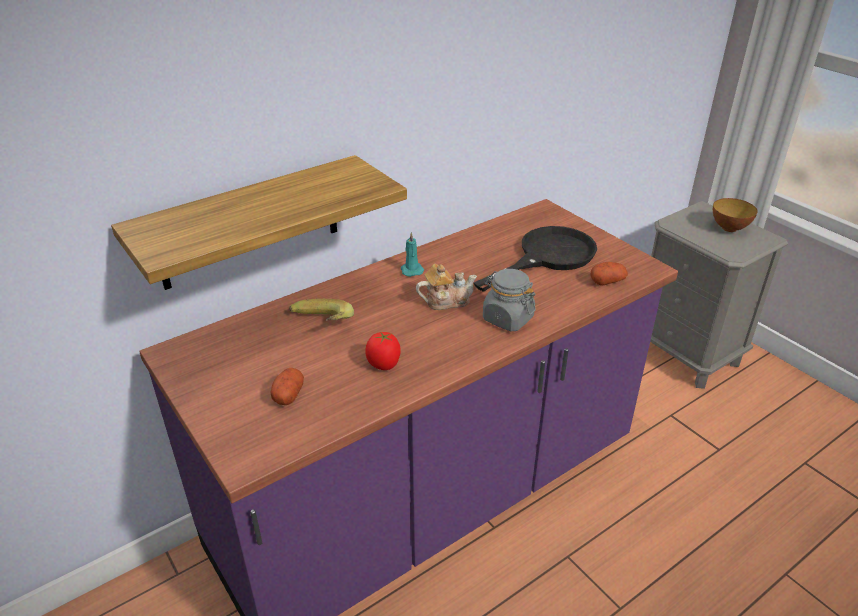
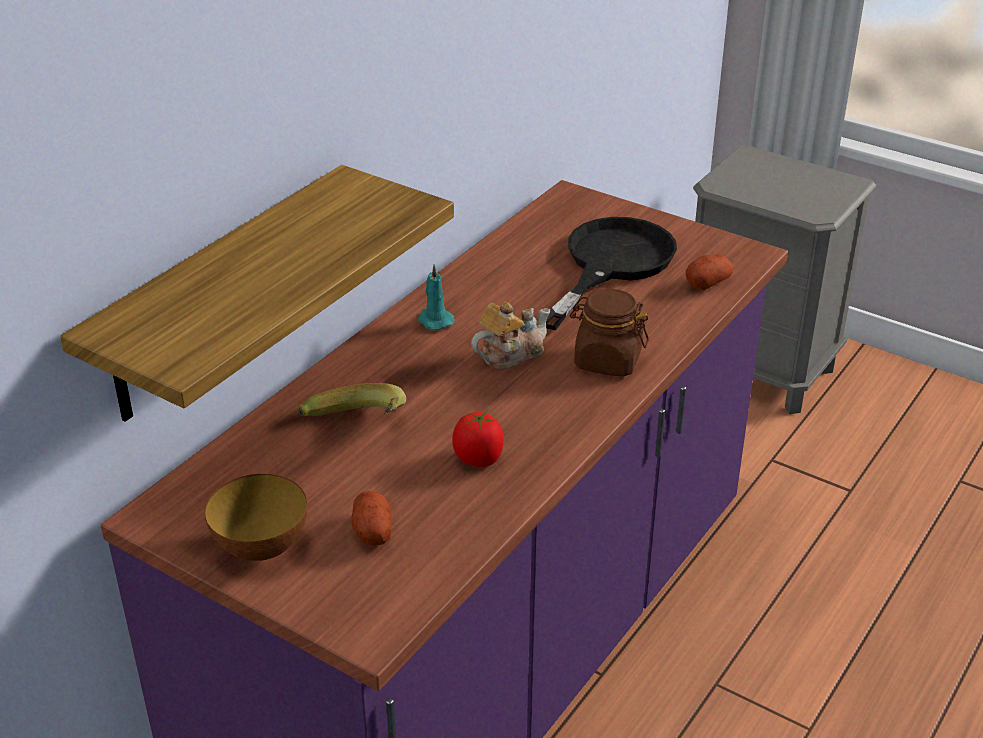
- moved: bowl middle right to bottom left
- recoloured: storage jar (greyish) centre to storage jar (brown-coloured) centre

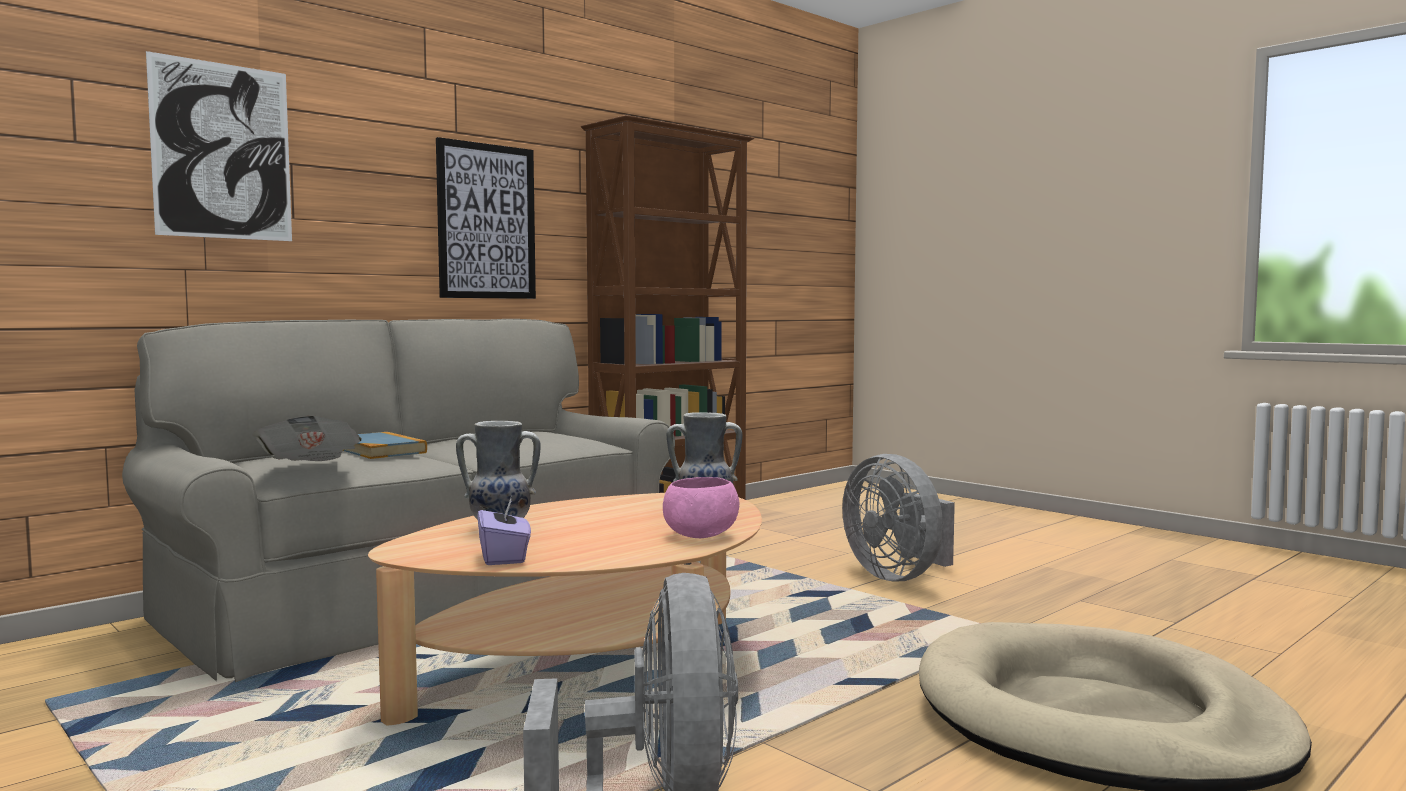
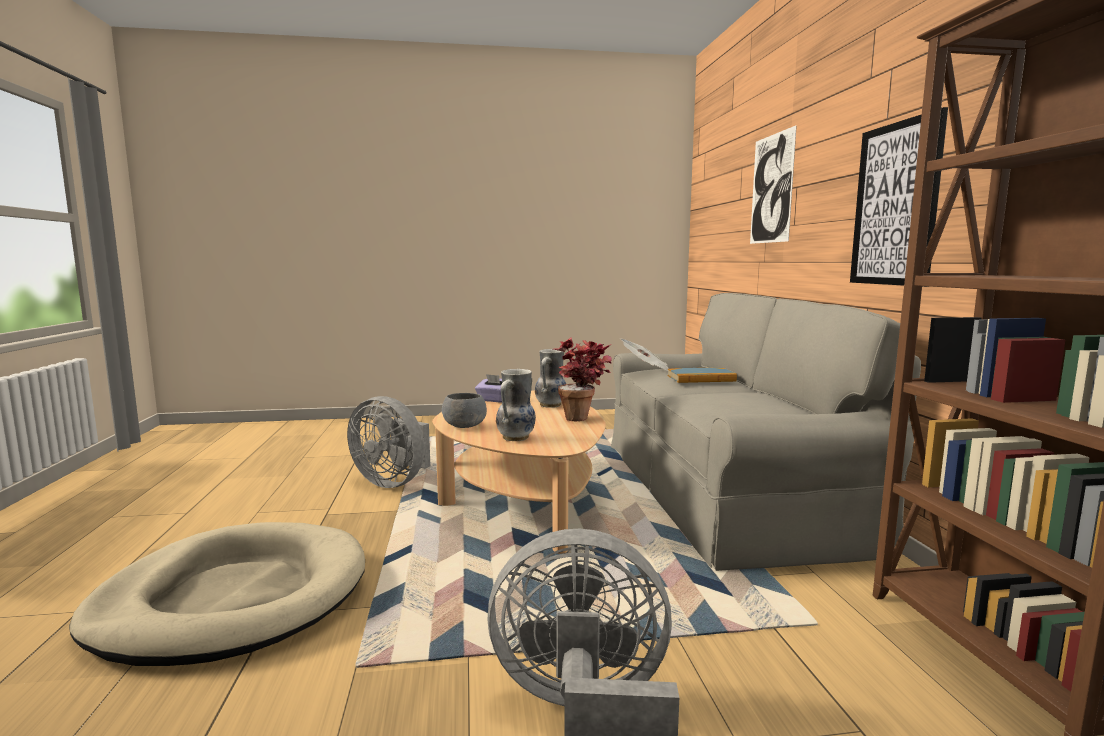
- added: houseplant centre
- recoloured: bowl (pinkish) centre to bowl (greyish) centre

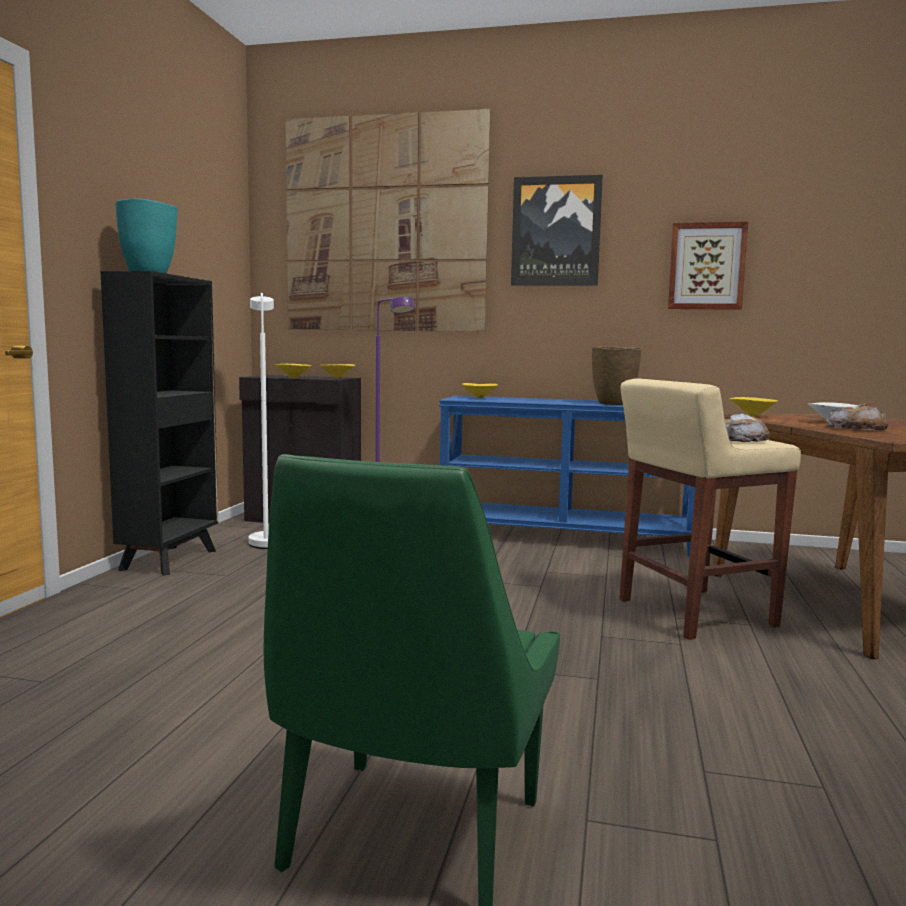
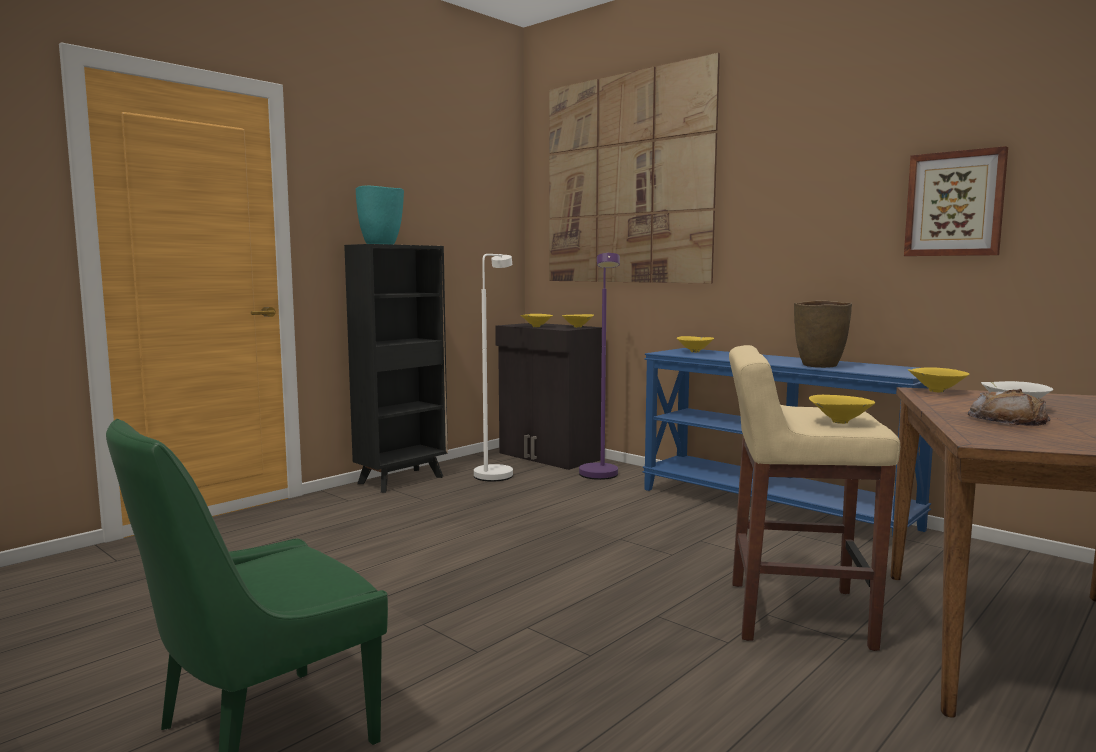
- removed: wall picture (2nd from left) top centre
- replaced: bakery bread (1st from left) middle right to bowl (yellow-coloured) (4th from left) middle right

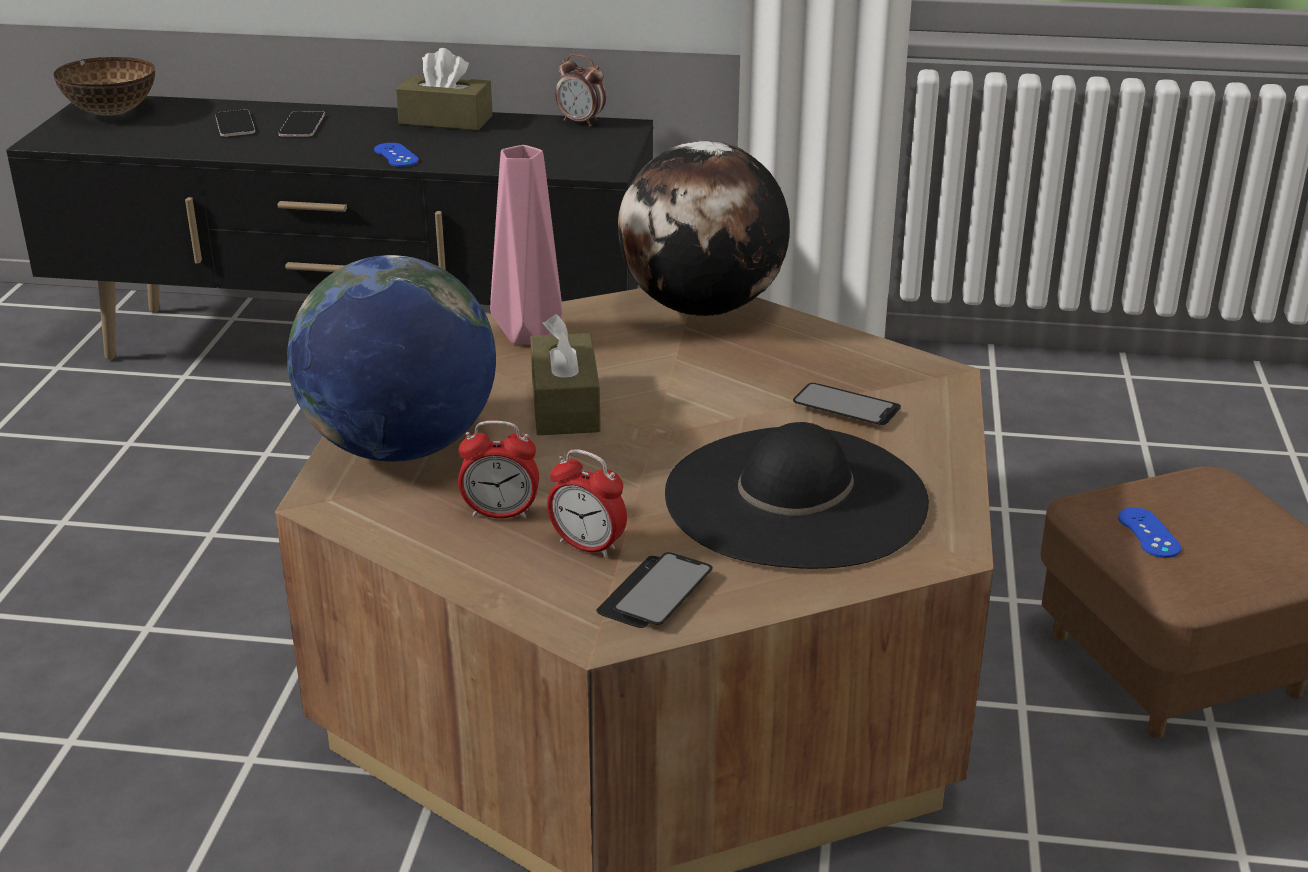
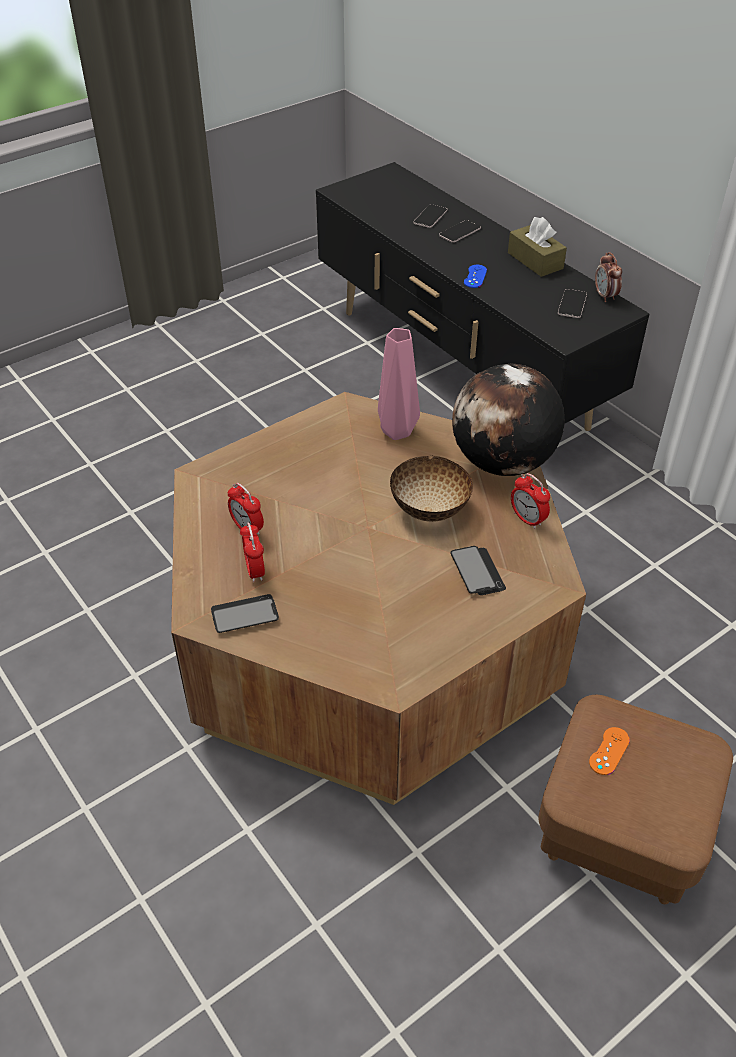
- removed: world globe (1st from left) middle left
- removed: tissue box (brown-coloured) (2nd from left) centre
- removed: clothing hat (black) centre
- added: alarm clock (3rd from left) middle right
- added: telephone (5th from left) top right
- moved: bowl top left to centre
- recoloured: game controller (blue-coloured) (2nd from left) middle right to game controller (orange-coloured) bottom right

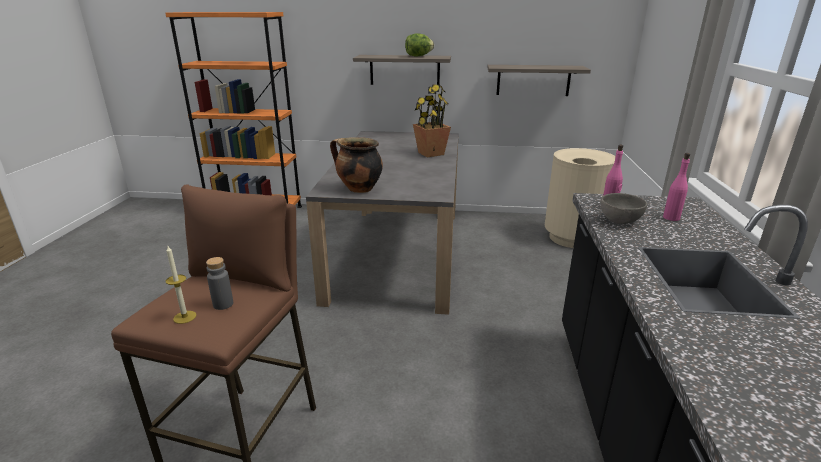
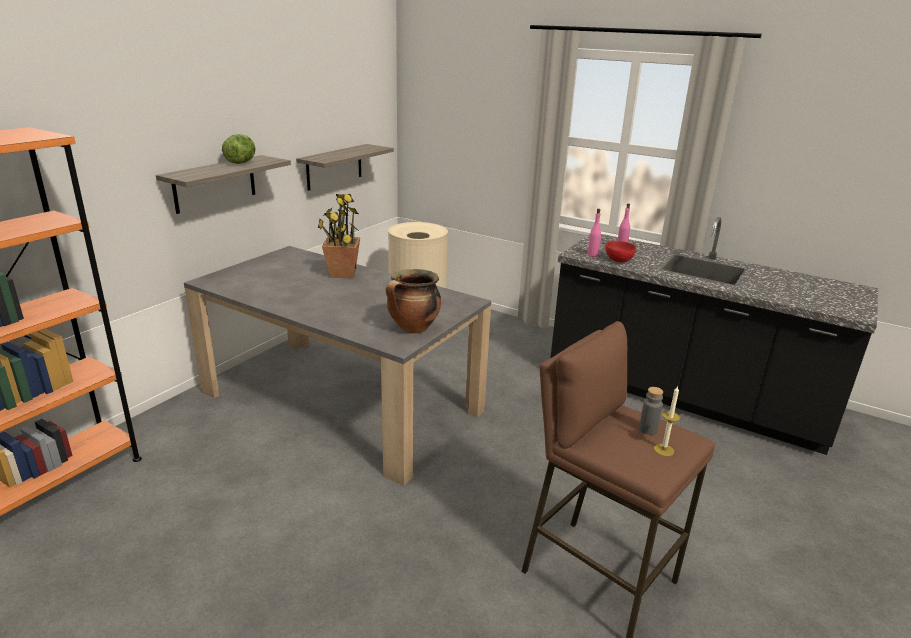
- recoloured: bowl (greyish) middle right to bowl (red-coloured) middle right

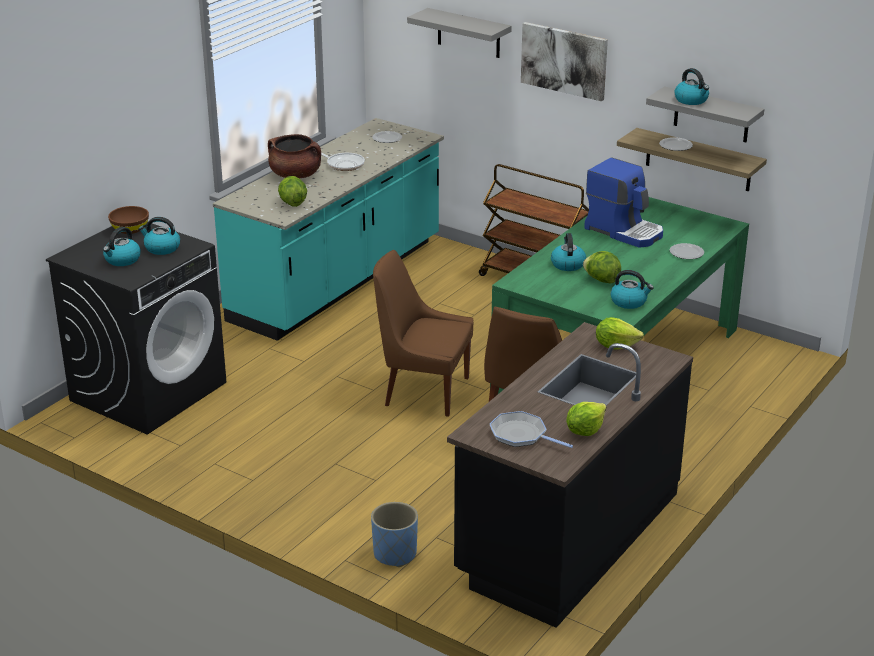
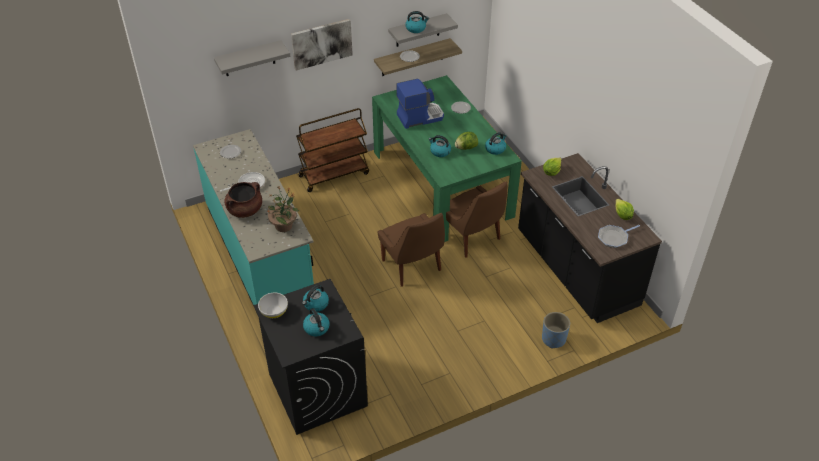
- replaced: lettuce (1st from left) top centre to houseplant centre
- recoloured: bowl (brown-coloured) middle left to bowl (whitish) centre
- turned: plain chair (brown-coloured) (1st from left) centre = centre 75 degrees counterclockwise

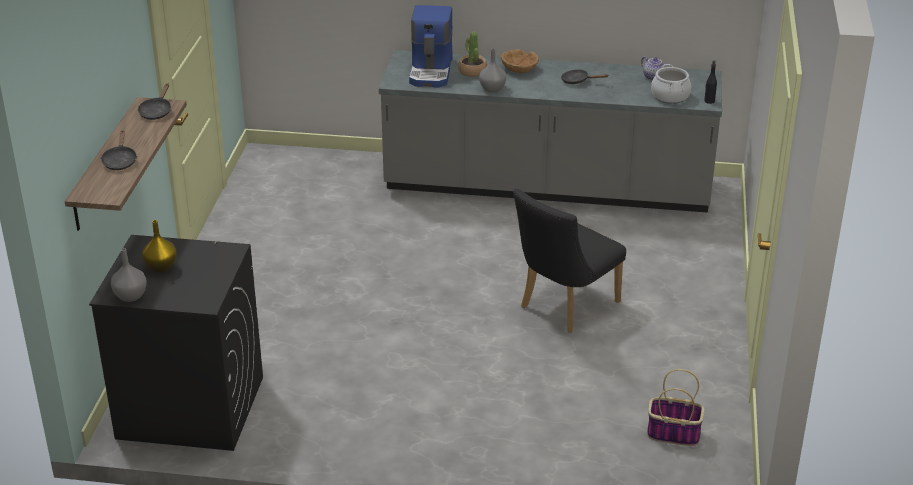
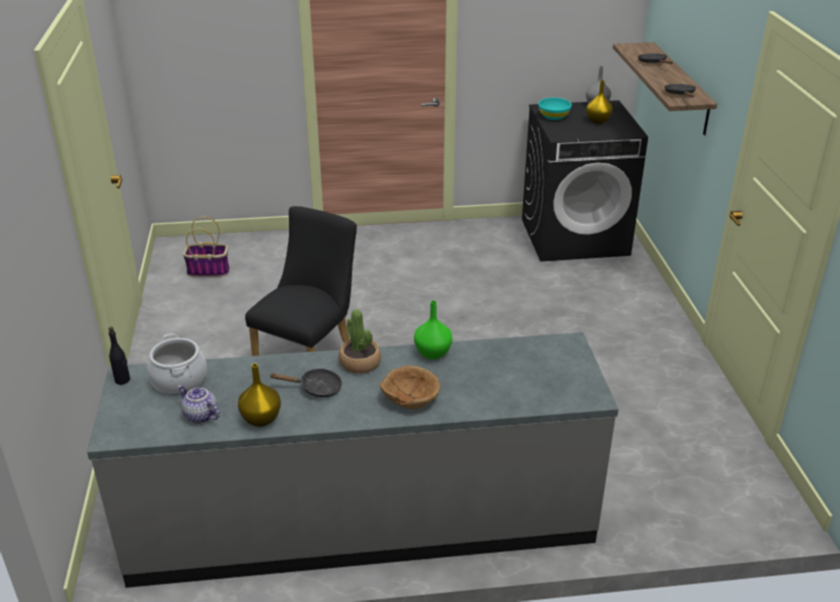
- removed: coffee maker top centre
- added: vase (yellow-coloured) (1st from left) middle left
- added: bowl (turquoise-coloured) top centre
- moved: houseplant top centre to centre
- recoloured: vase (greyish) (2nd from left) top centre to vase (greenish) centre

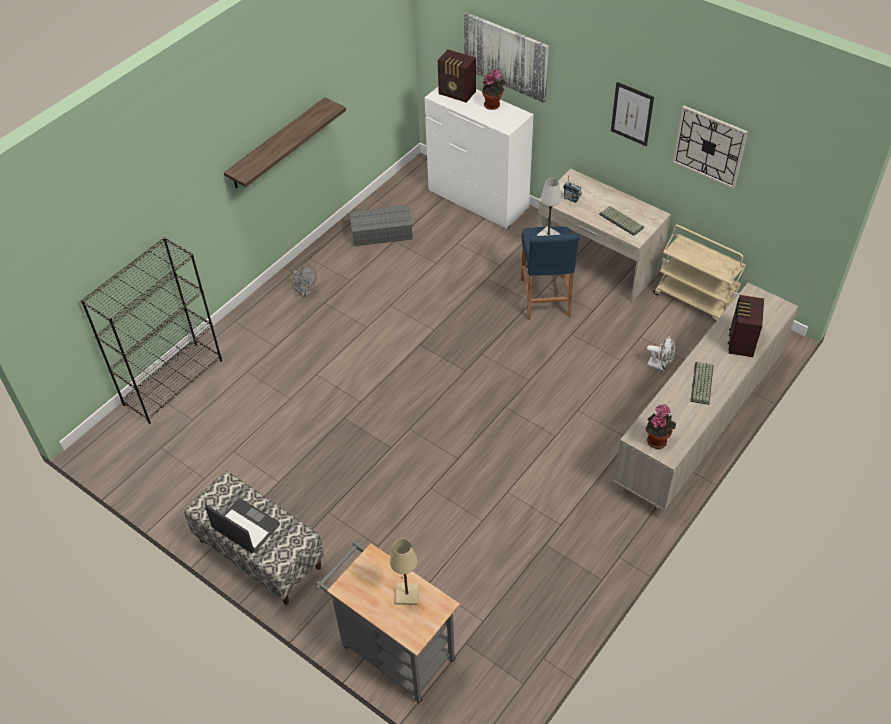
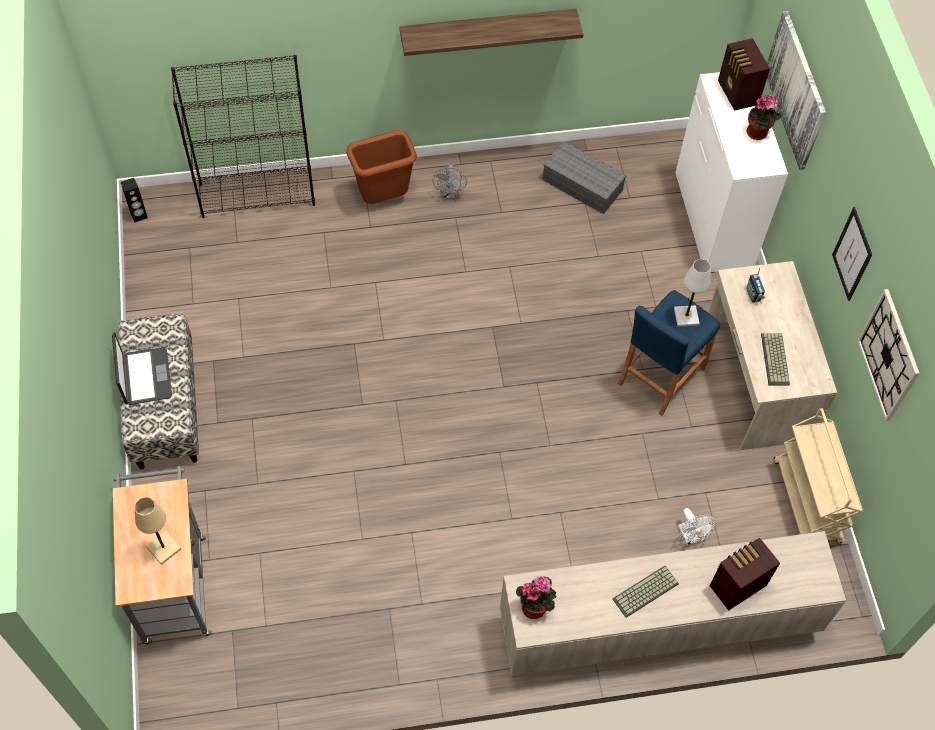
- added: loudspeaker (black) top left
- added: trash can (brown-coloured) top centre

